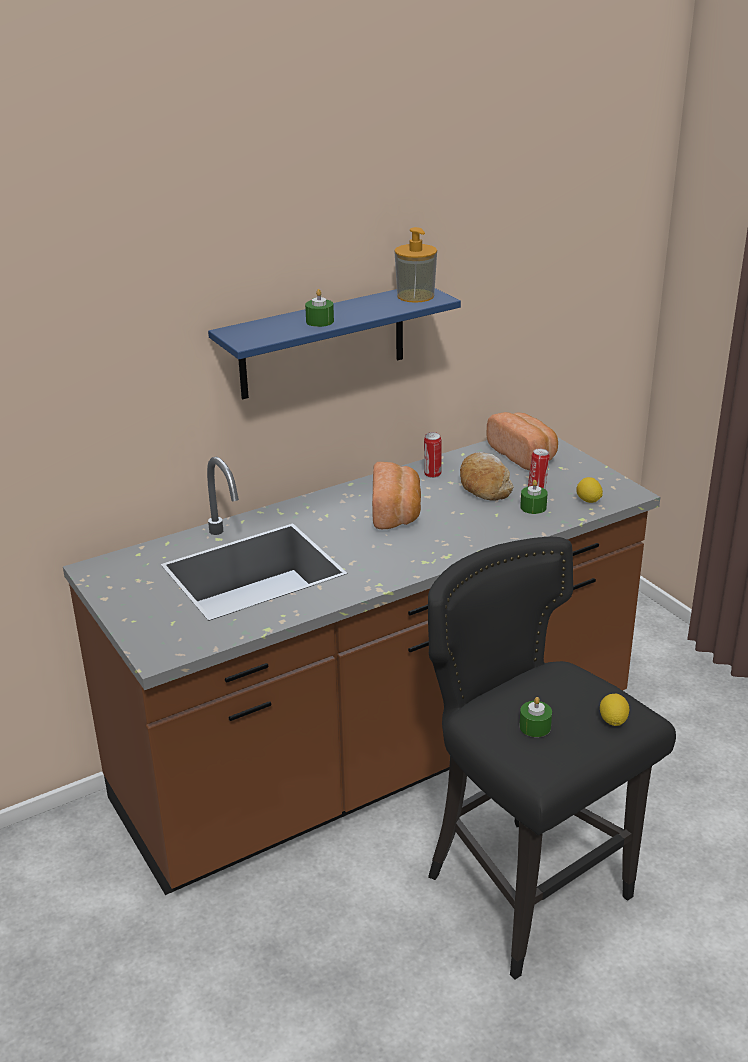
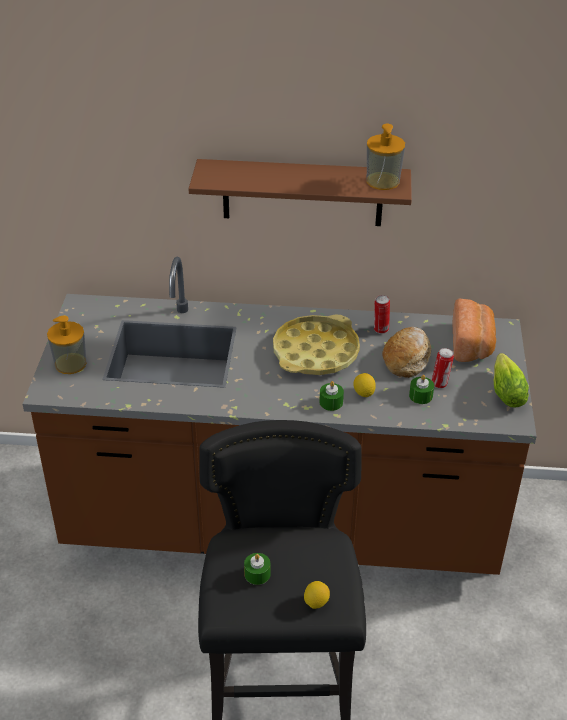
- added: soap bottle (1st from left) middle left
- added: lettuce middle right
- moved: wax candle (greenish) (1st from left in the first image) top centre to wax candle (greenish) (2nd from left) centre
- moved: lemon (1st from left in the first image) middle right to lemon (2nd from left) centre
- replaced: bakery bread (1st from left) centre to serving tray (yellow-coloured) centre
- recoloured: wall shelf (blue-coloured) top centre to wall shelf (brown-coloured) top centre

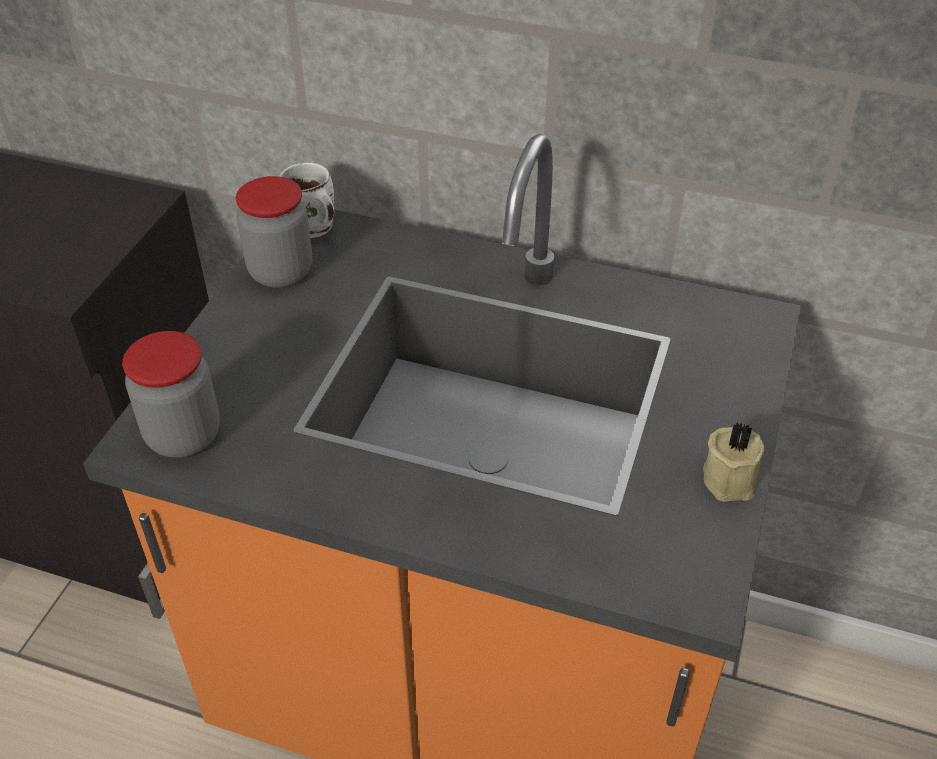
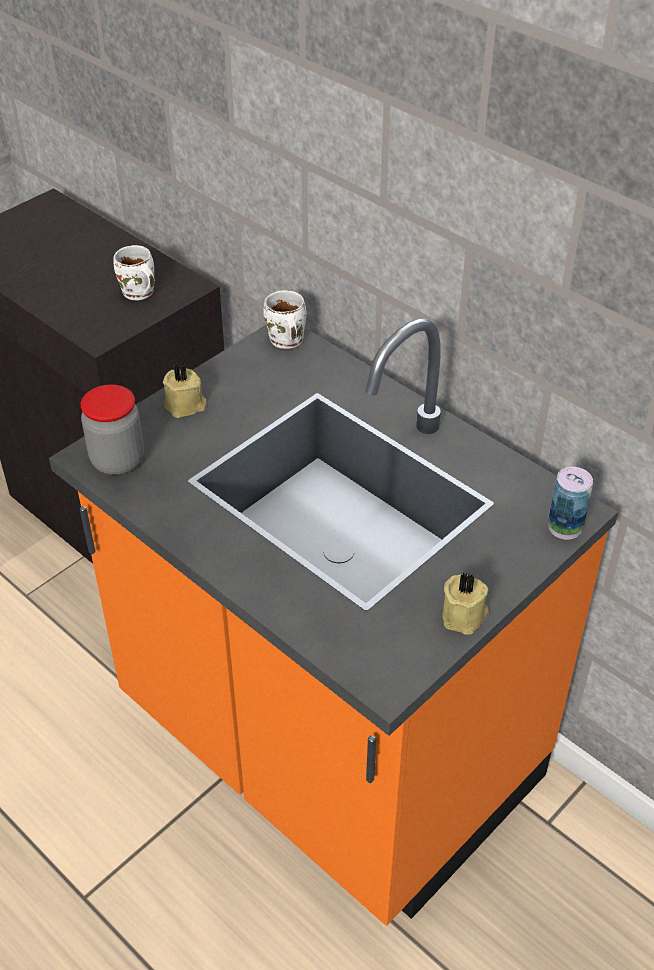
- removed: storage jar (2nd from left) top left
- added: tea mug (whitish) (1st from left) top left
- added: wax candle (beige) (1st from left) middle left
- added: metal can middle right

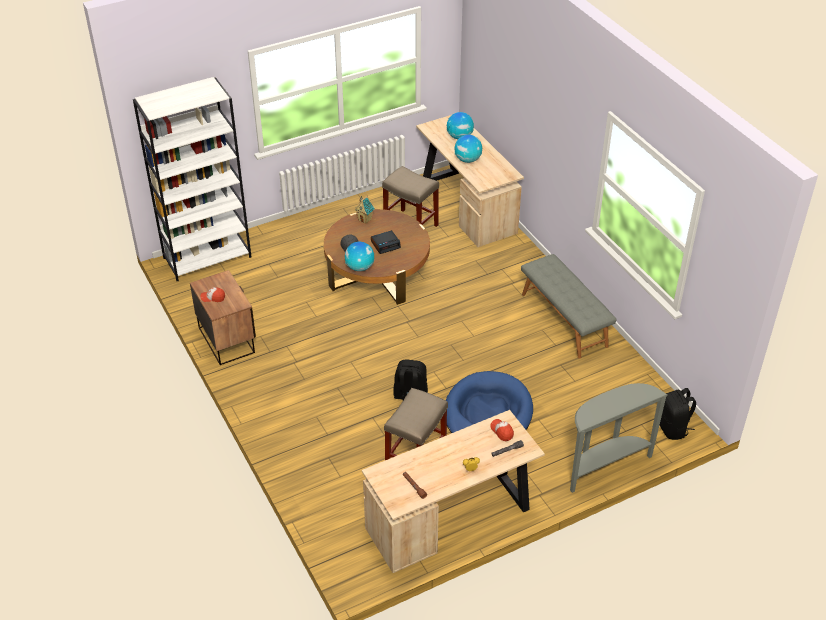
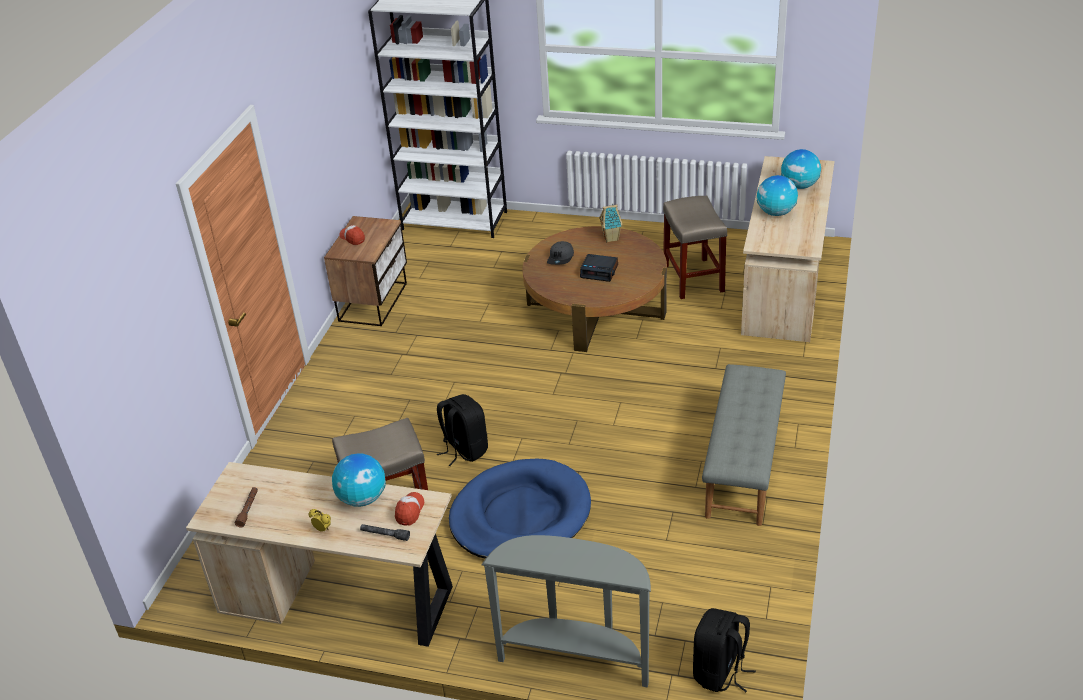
- moved: world globe (1st from left) centre to bottom left

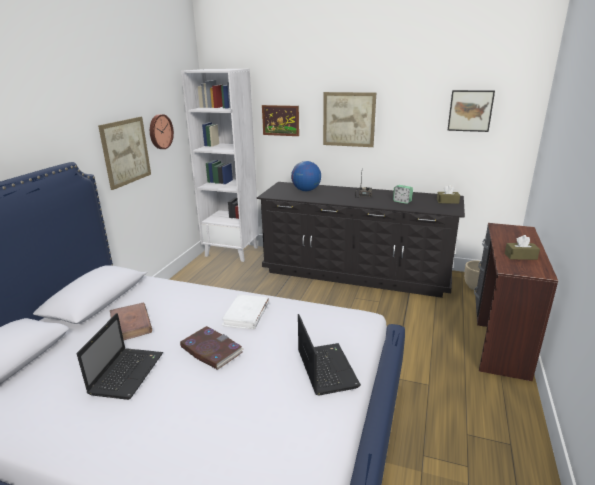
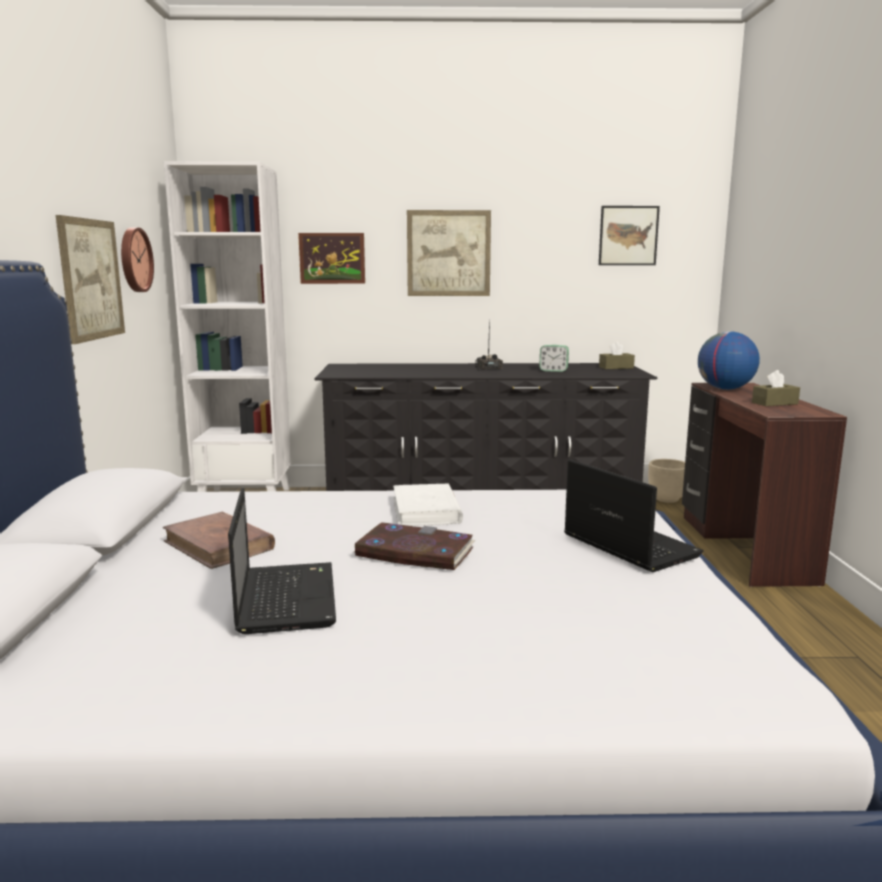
- moved: world globe centre to middle right

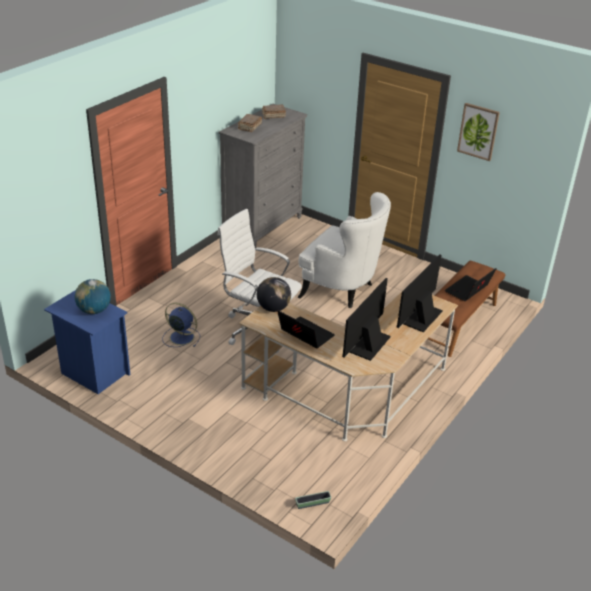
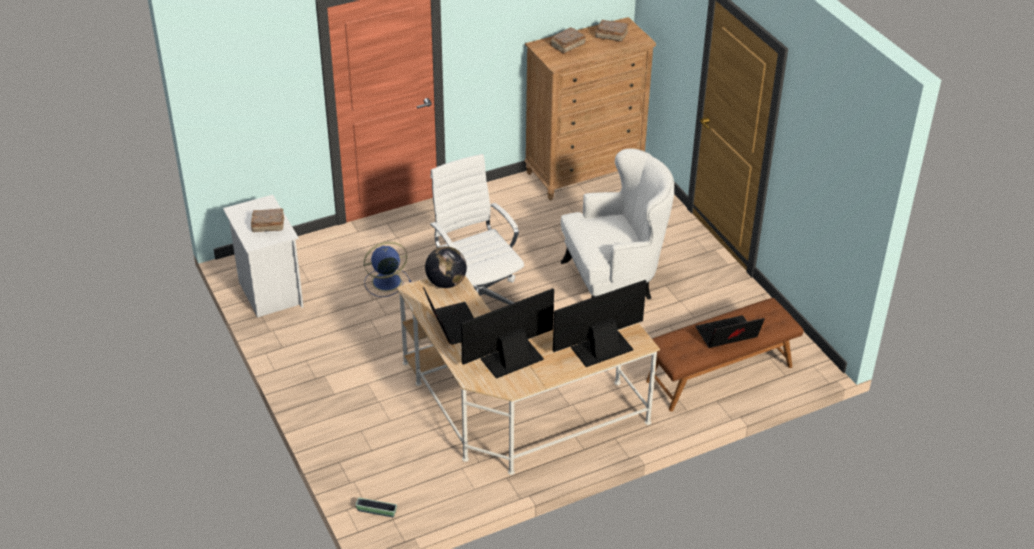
- removed: wall picture top right
- replaced: world globe (1st from left) middle left to bound book (brown-coloured) (1st from left) middle left
- recoloured: nightstand (blue-coloured) middle left to nightstand (whitish) middle left
- recoloured: chest of drawers (greyish) top centre to chest of drawers (brown-coloured) top centre
- turned: electric fan (blue-coloured) middle left = centre 75 degrees counterclockwise
- turned: lounge chair (whitish) centre = centre 75 degrees counterclockwise

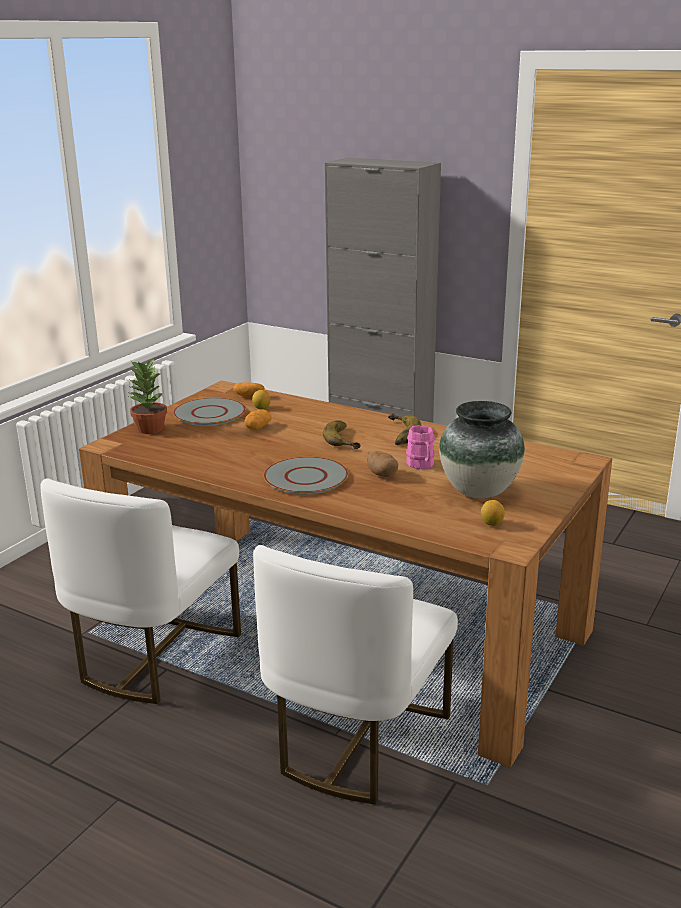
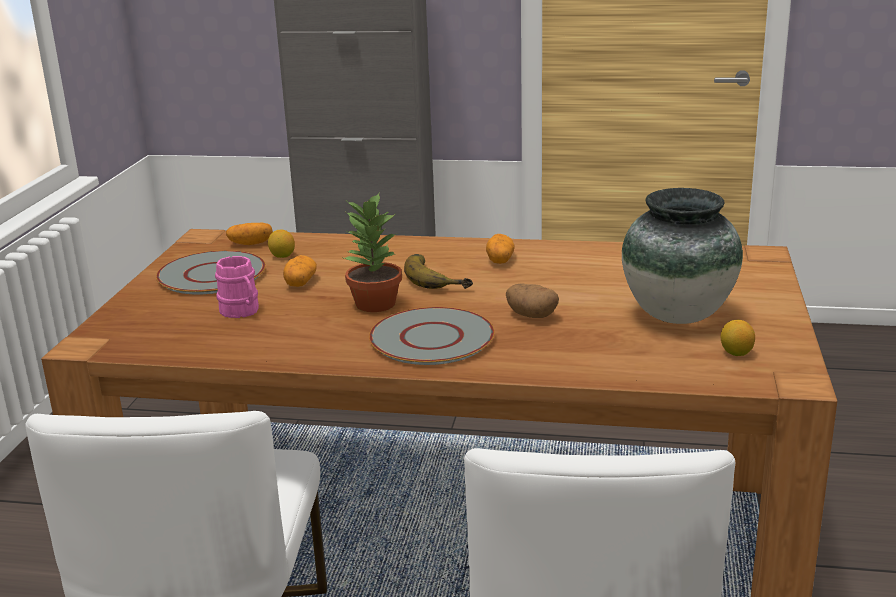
- moved: houseplant middle left to centre
- moved: tea mug (pinkish) centre to middle left
- replaced: whole banana (2nd from left) centre to whole potato (3rd from left) centre

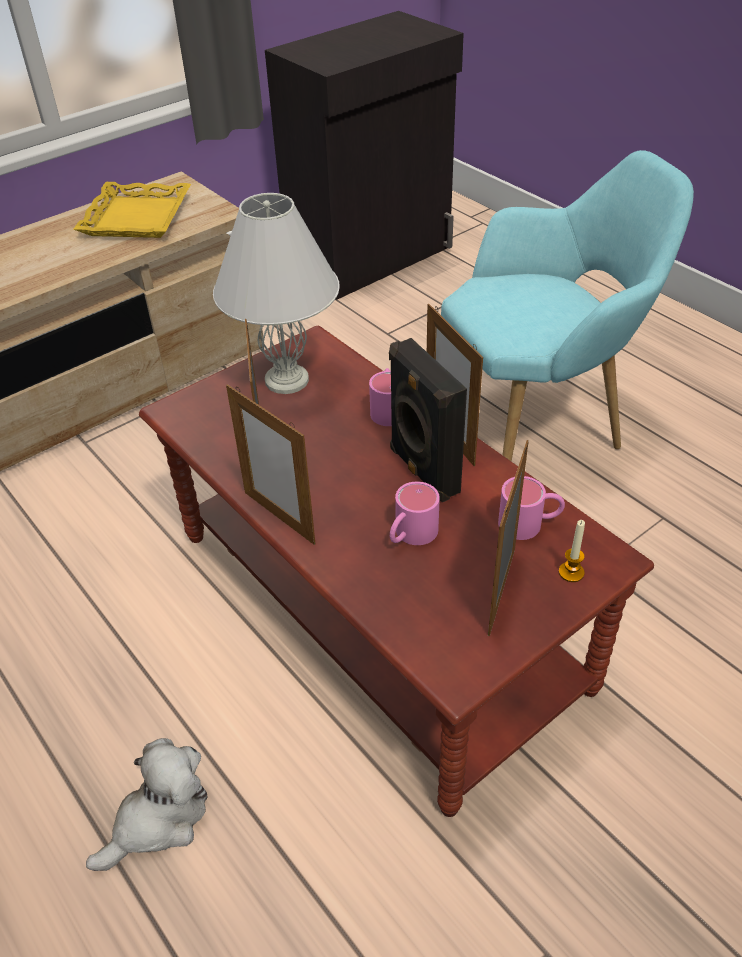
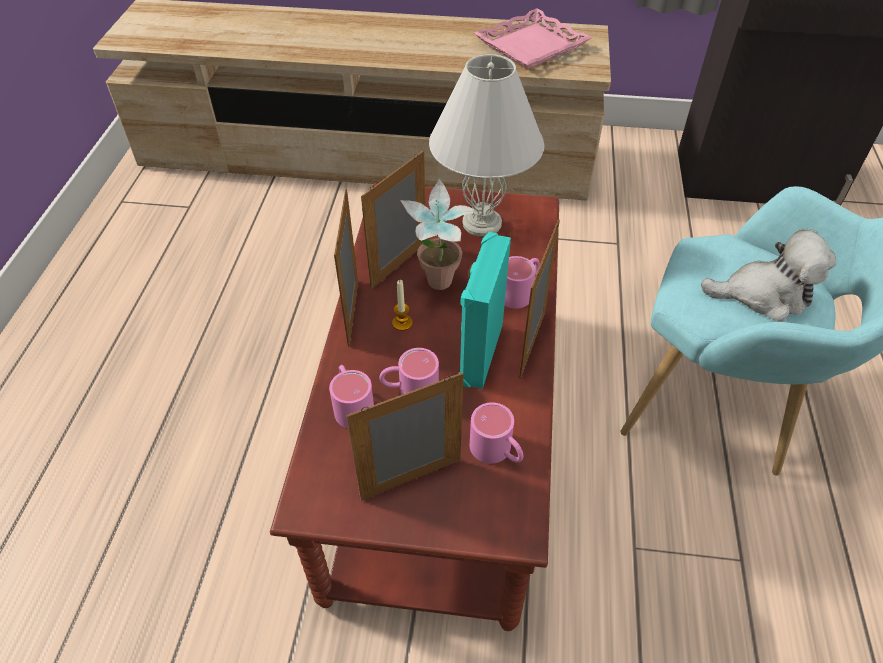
- added: tea mug (pinkish) (1st from left) centre
- added: houseplant centre
- moved: soft toy bottom left to middle right
- moved: wax candle middle right to centre
- recoloured: serving tray (yellow-coloured) top left to serving tray (pinkish) top centre
- recoloured: loudspeaker (black) centre to loudspeaker (turquoise-coloured) centre

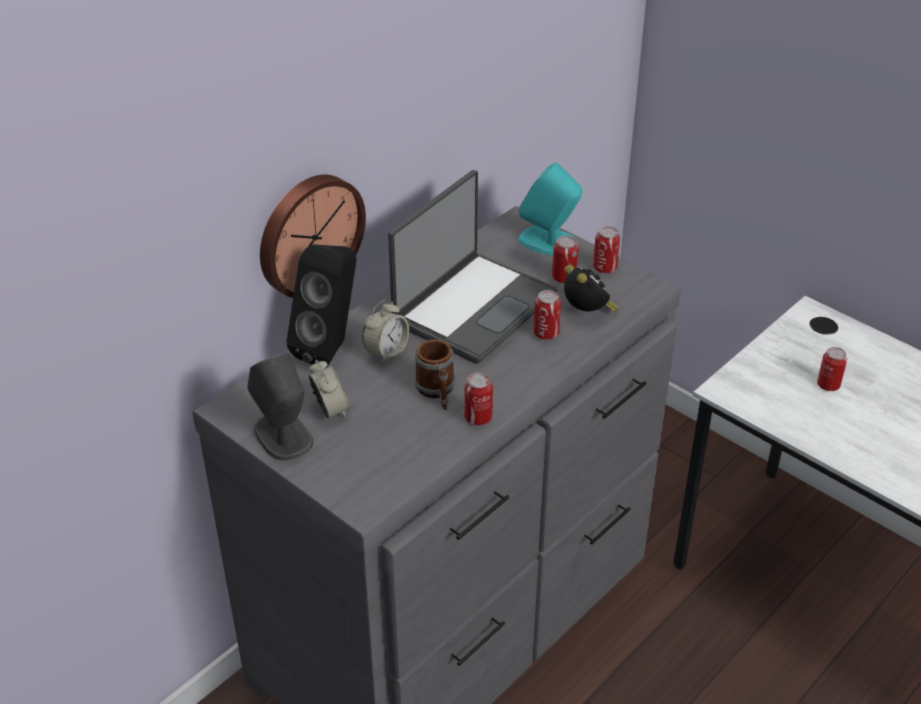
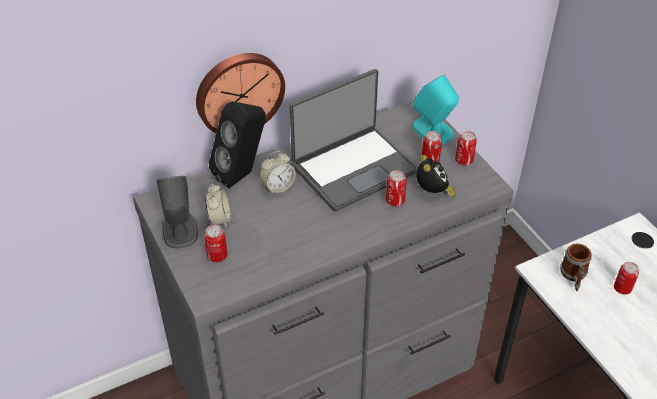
- moved: tea mug centre to bottom right
- moved: metal can (1st from left) centre to middle left

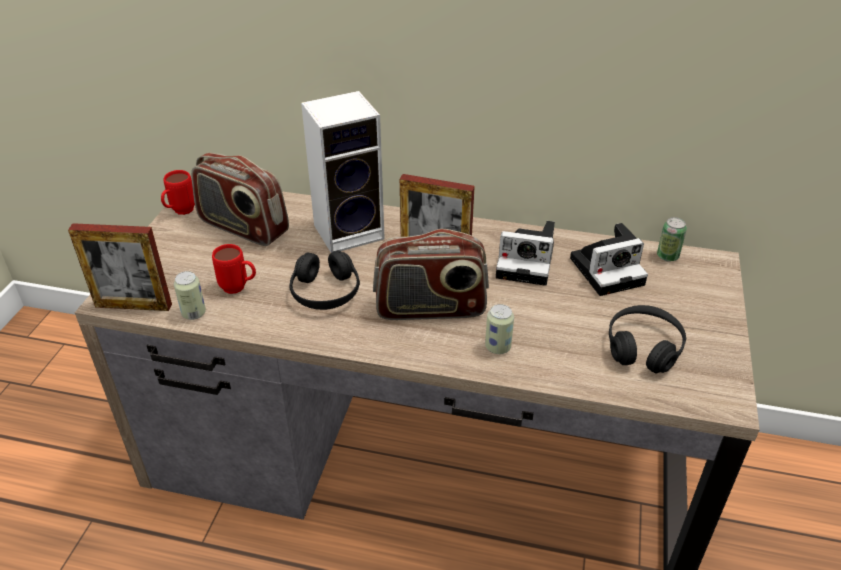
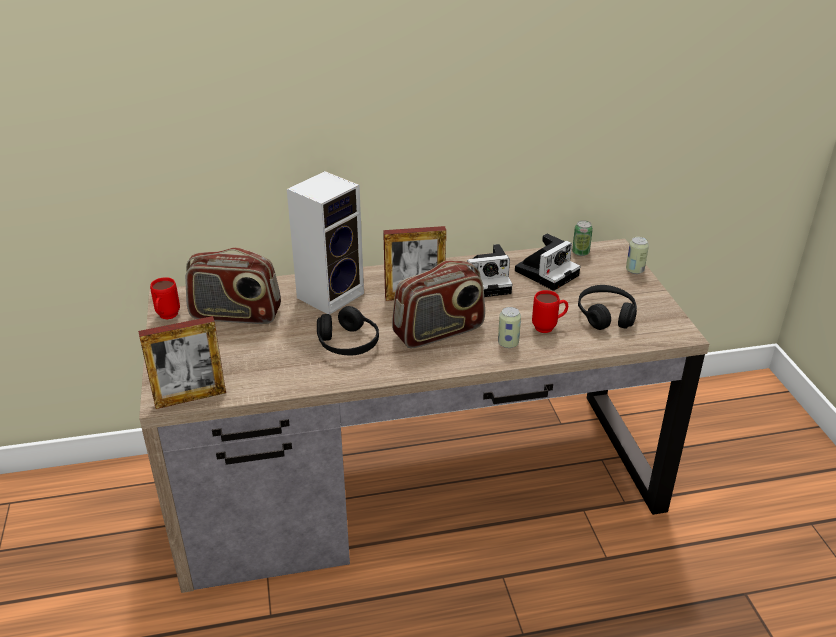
- moved: metal can (1st from left in the first image) middle left to metal can (3rd from left) middle right
- moved: tea mug (red-coloured) (2nd from left) middle left to centre

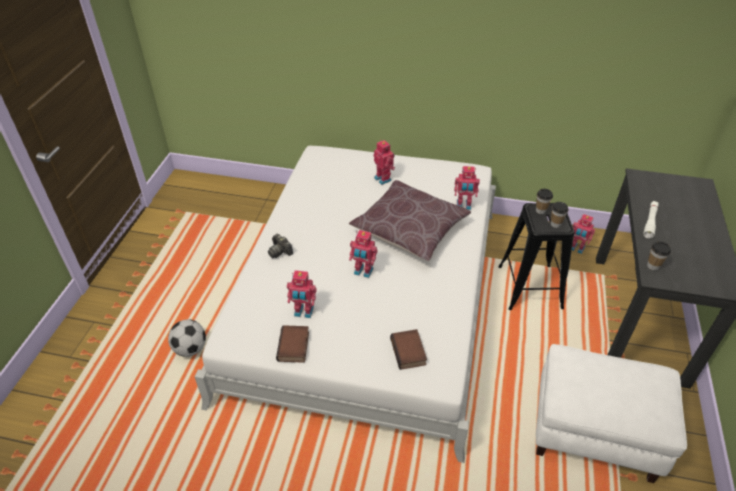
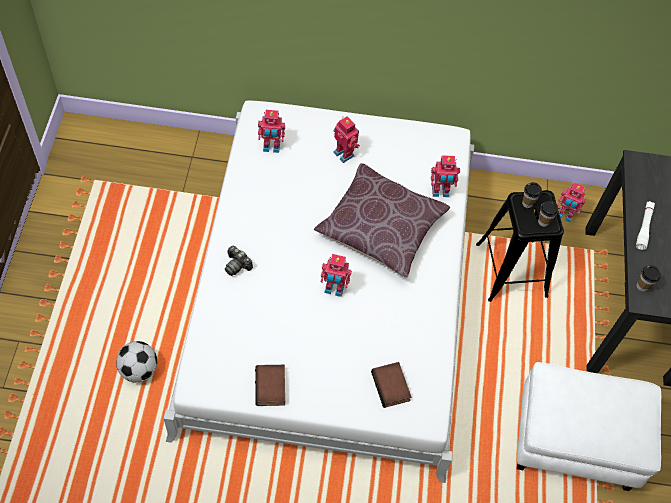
- moved: model robot (1st from left) centre to top centre

